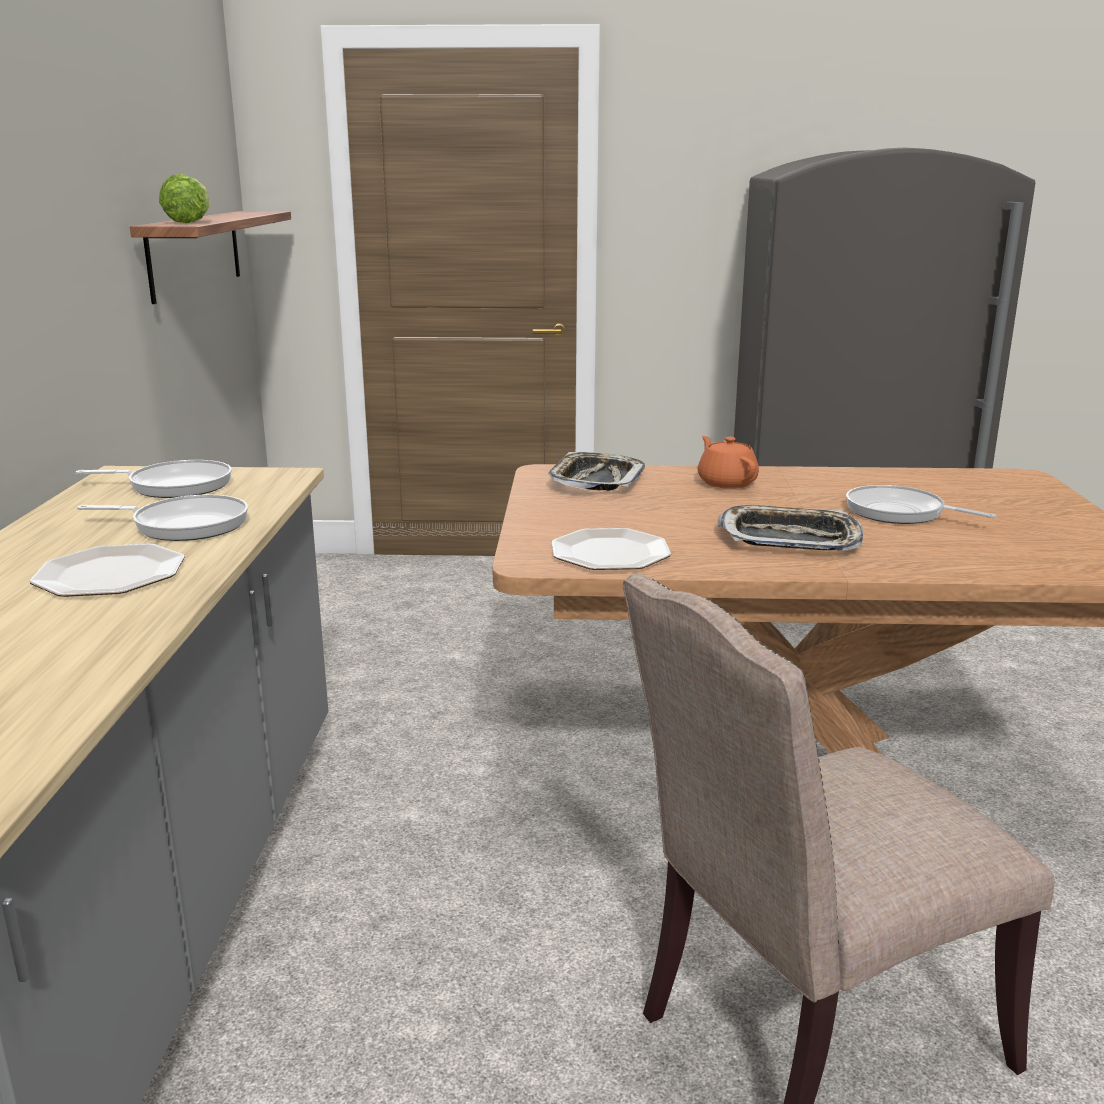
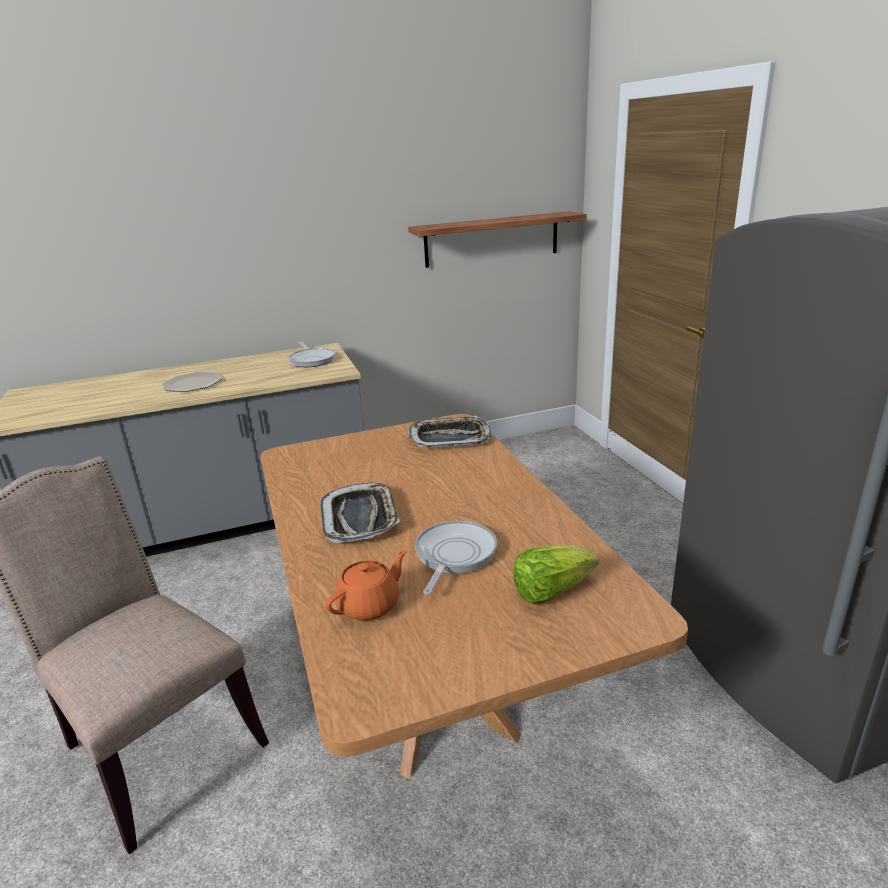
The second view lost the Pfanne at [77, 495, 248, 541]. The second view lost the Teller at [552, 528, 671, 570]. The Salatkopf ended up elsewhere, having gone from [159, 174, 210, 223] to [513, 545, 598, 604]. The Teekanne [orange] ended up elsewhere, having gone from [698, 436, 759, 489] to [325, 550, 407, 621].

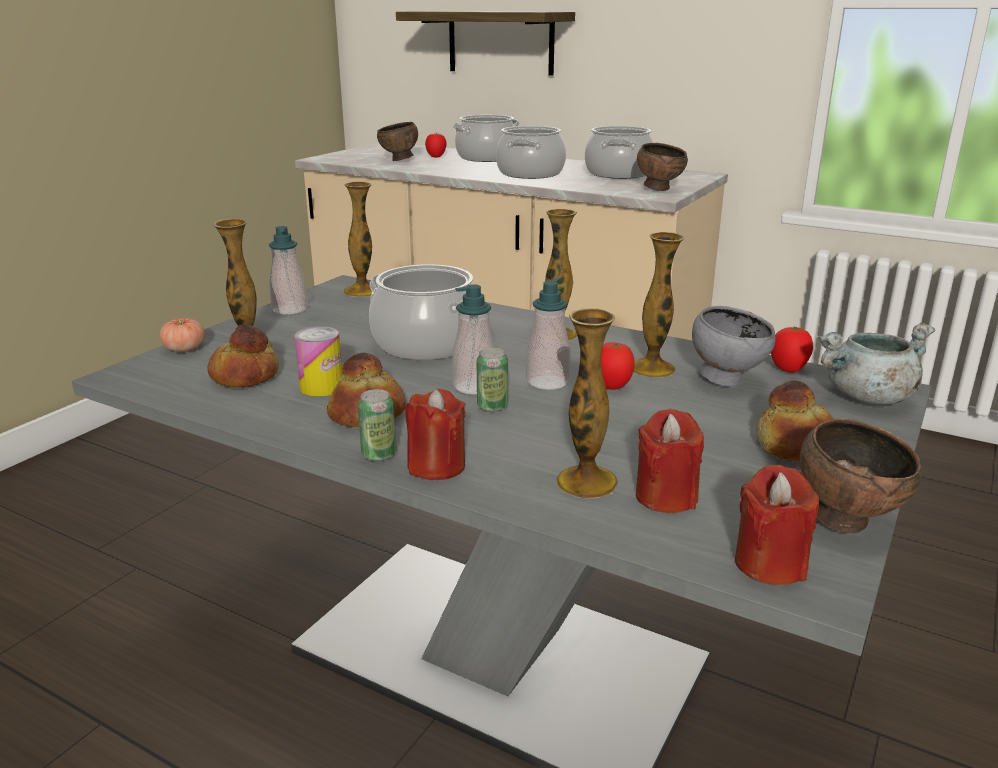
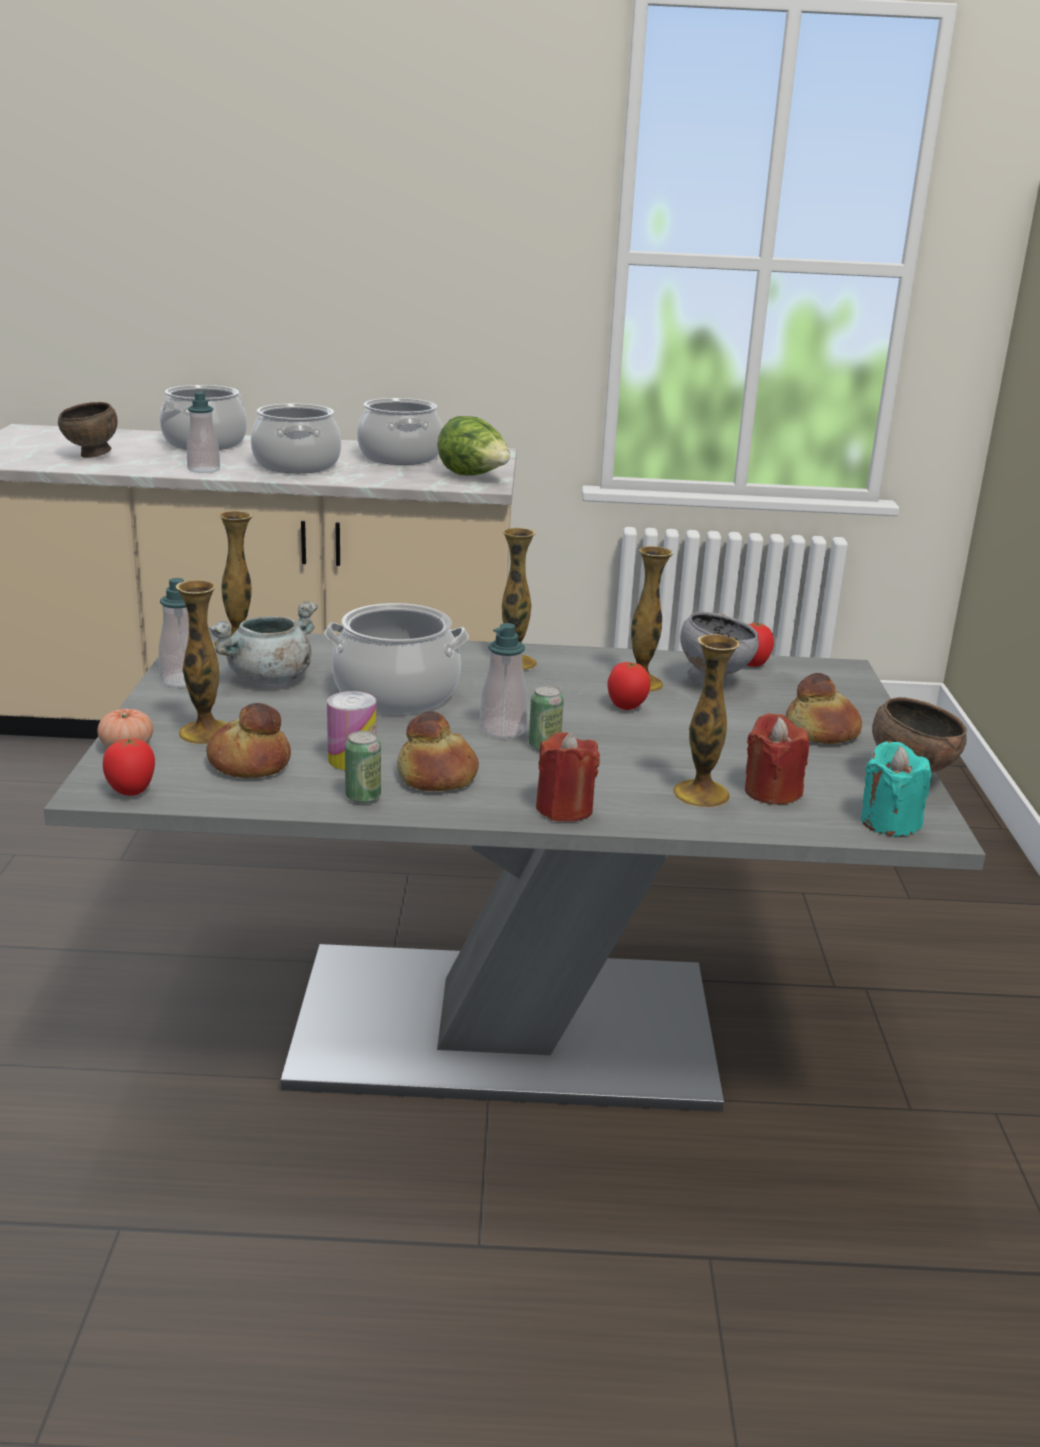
The second view lost the Wandregal at [396, 11, 575, 76]. The Dose ended up elsewhere, having gone from [358, 389, 396, 461] to [345, 731, 381, 803]. The Tomate ended up elsewhere, having gone from [425, 133, 447, 158] to [103, 737, 155, 796]. The Seifenspender ended up elsewhere, having gone from [526, 278, 571, 390] to [187, 391, 220, 473]. The Kochtopf [grau] ended up elsewhere, having gone from [818, 323, 935, 405] to [208, 601, 318, 684]. Where the Schüssel [braun] stood at [637, 143, 688, 191], the Salatkopf came to stand at [437, 416, 510, 475]. What was the Kerze [rot] at [735, 465, 819, 585] turned into the Kerze [türkis] at [861, 741, 932, 836].

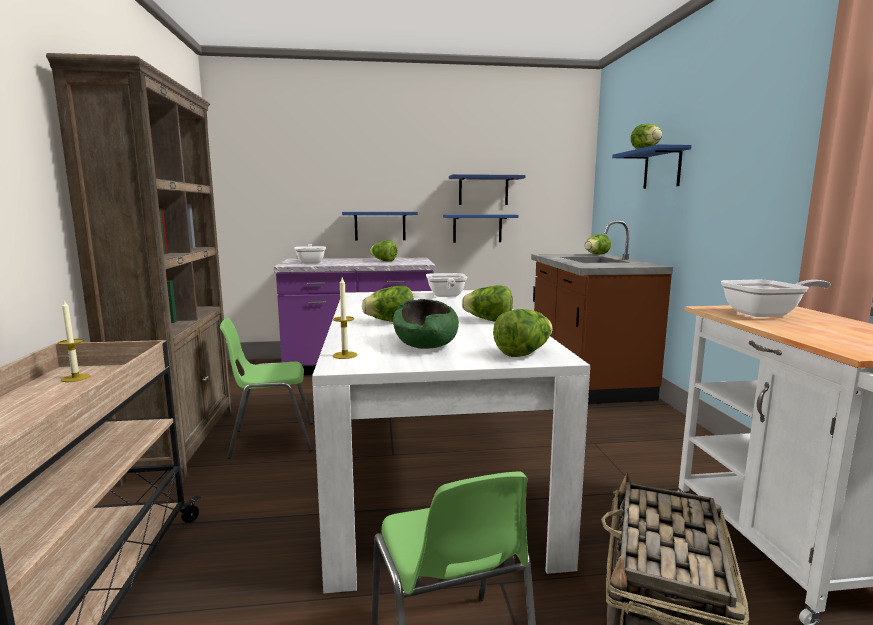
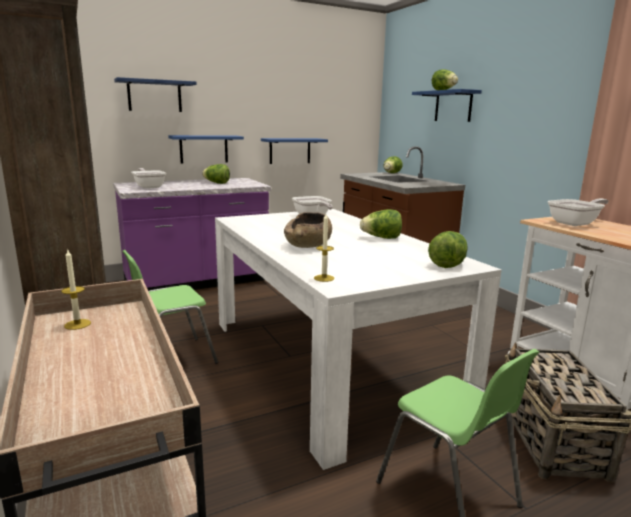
The second view lost the Schüssel [grün] at [393, 299, 459, 349]. The Wandregal [blau] ended up elsewhere, having gone from [449, 174, 526, 205] to [114, 77, 197, 112]. Where the Salatkopf stood at [362, 286, 414, 322], the Schüssel [braun] came to stand at [284, 212, 332, 248].

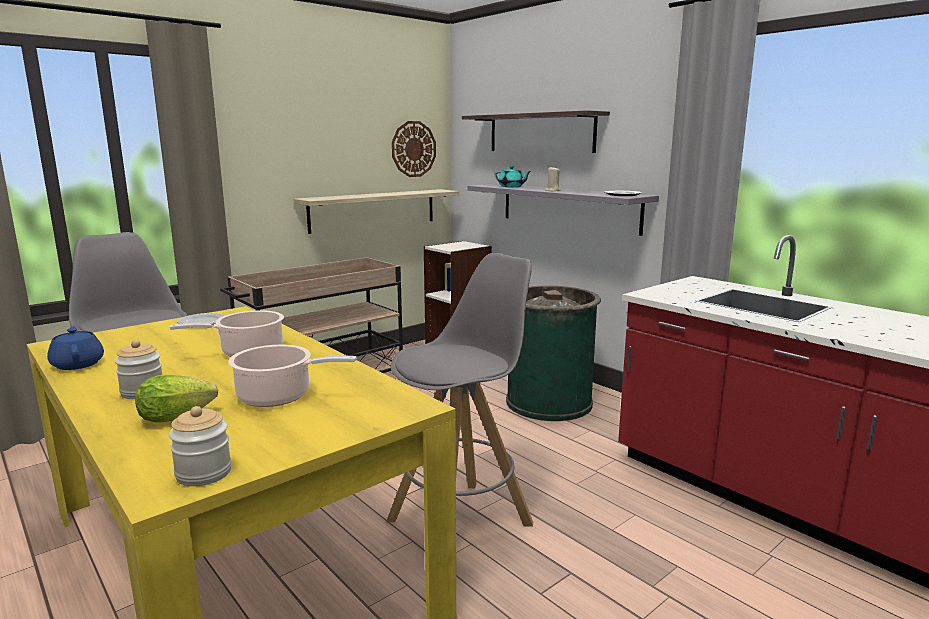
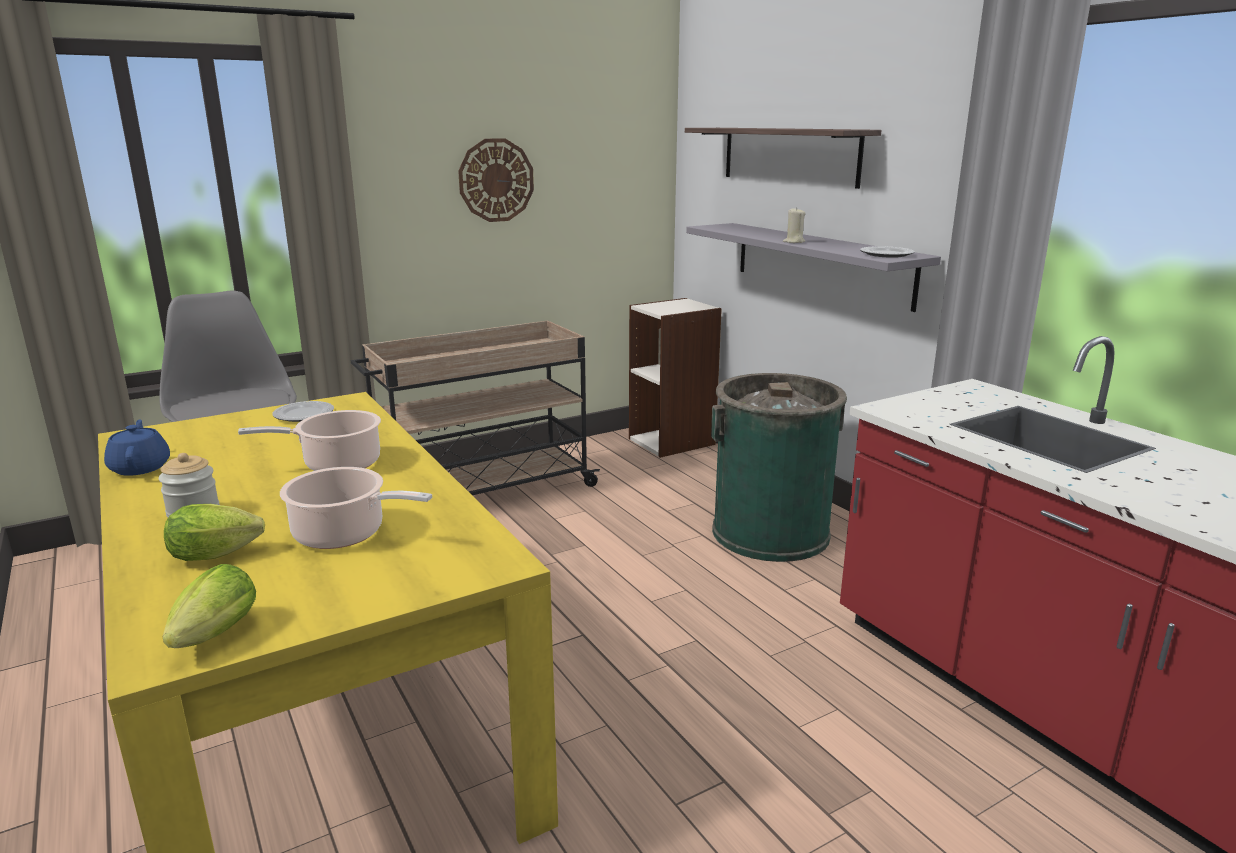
The second view lost the Wandregal at [293, 189, 460, 234]. The second view lost the Hocker [grau] at [386, 253, 533, 527]. The second view lost the Teekanne [türkis] at [495, 166, 531, 187]. The Wanduhr ended up elsewhere, having gone from [392, 121, 436, 177] to [458, 138, 534, 222]. Where the Vorratsglas stood at [169, 406, 232, 486], the Salatkopf came to stand at [163, 564, 256, 648].

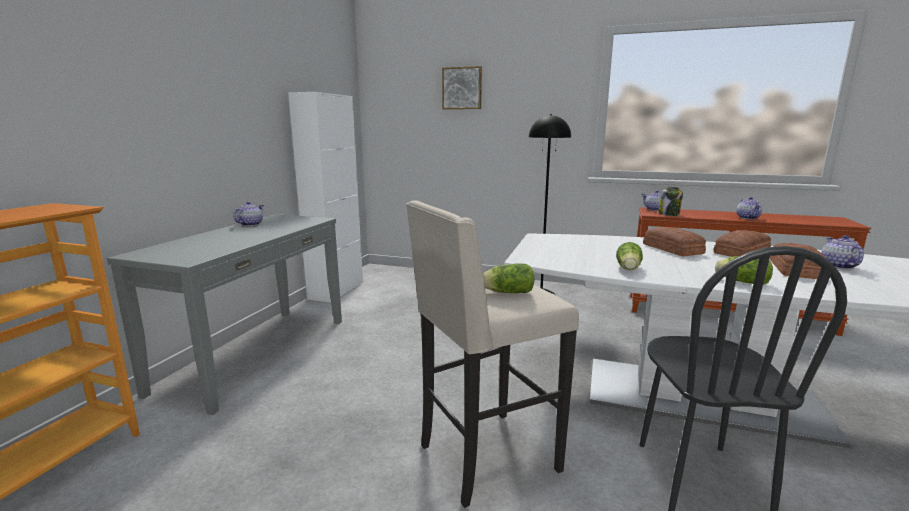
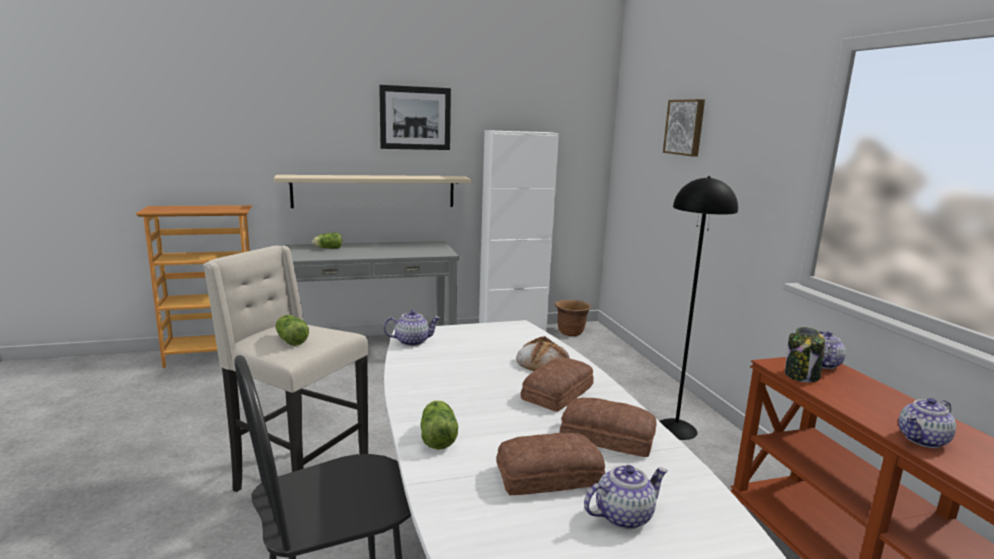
The second view gained the Wandregal [beige] at [274, 175, 471, 208]. The second view gained the Bild at [379, 85, 451, 150]. The second view gained the Brot at [516, 336, 569, 371]. The second view gained the Pflanzkübel [braun] at [555, 300, 591, 336]. The Teekanne ended up elsewhere, having gone from [233, 202, 264, 226] to [383, 310, 440, 346]. The Salatkopf ended up elsewhere, having gone from [616, 242, 643, 270] to [312, 233, 342, 249].

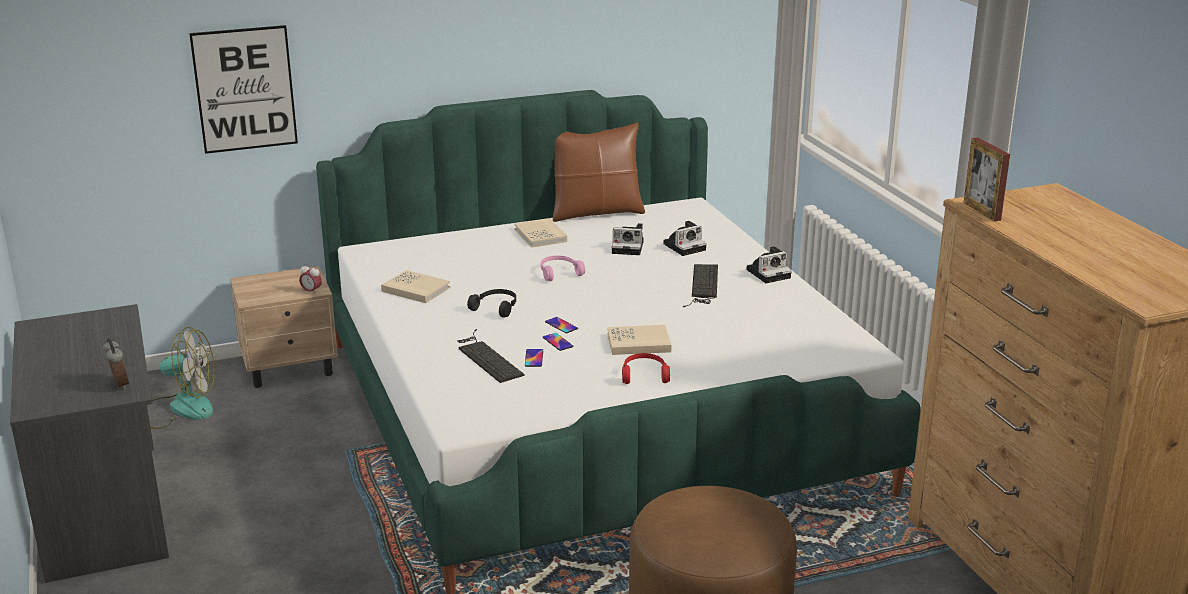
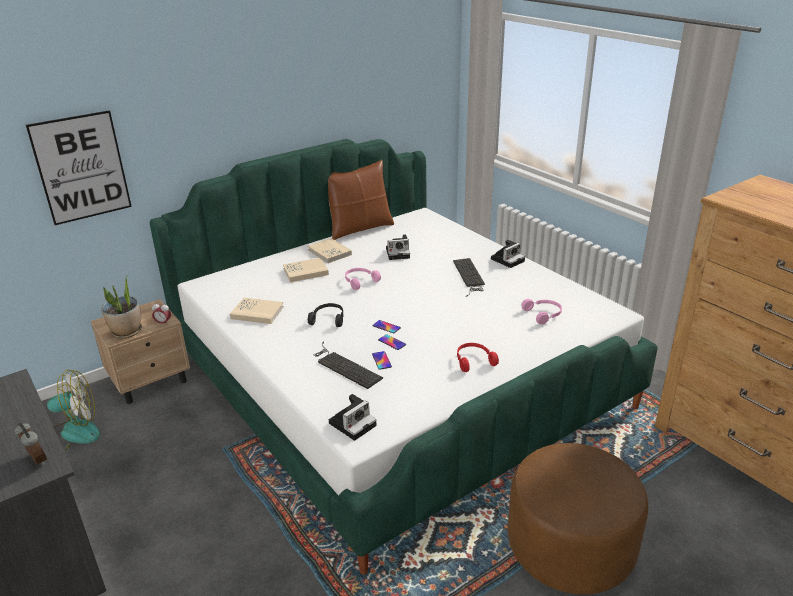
The second view lost the Bilderrahmen at [964, 138, 1010, 221]. The second view gained the Topfpflanze at [101, 275, 142, 338]. The second view gained the Kopfhörer [rosa] at [521, 299, 562, 324]. The Buch [beige] ended up elsewhere, having gone from [607, 325, 671, 355] to [283, 258, 329, 282]. The Kamera ended up elsewhere, having gone from [663, 221, 706, 256] to [329, 394, 376, 441].

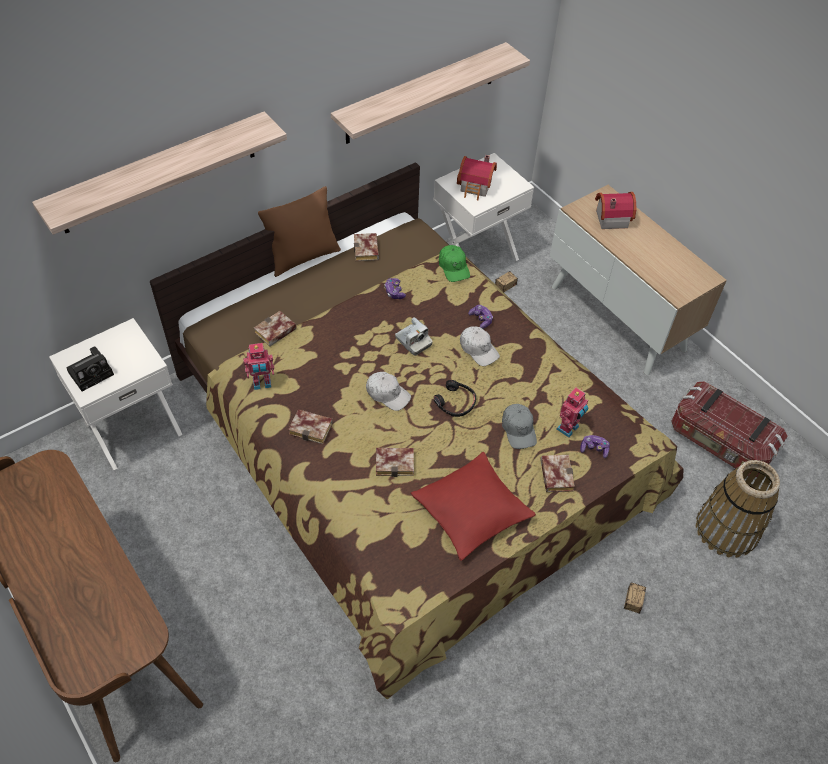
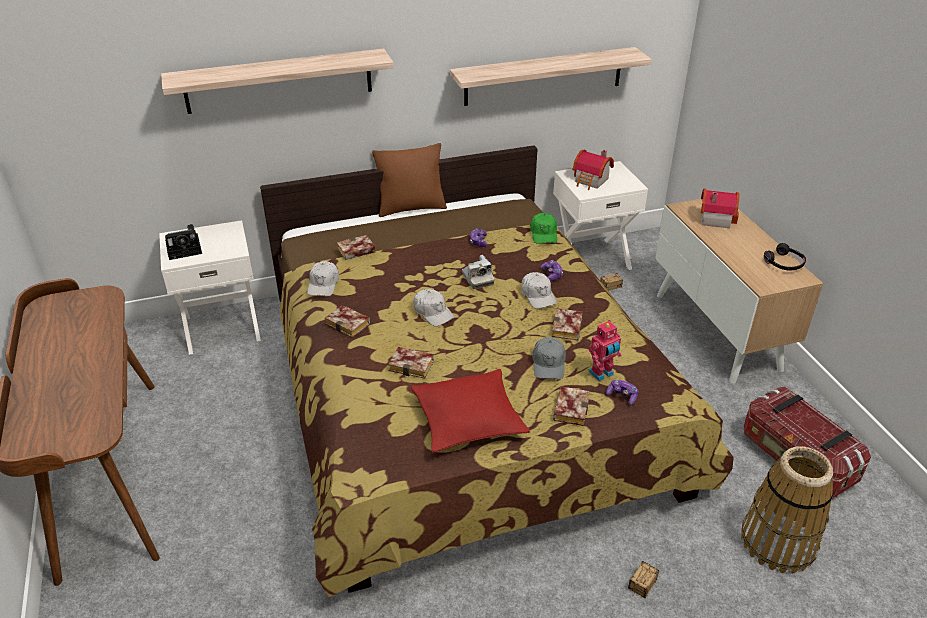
The Buch ended up elsewhere, having gone from [354, 233, 379, 261] to [552, 308, 583, 340]. The Kopfhörer [schwarz] ended up elsewhere, having gone from [434, 380, 476, 417] to [764, 243, 806, 270]. Where the Spielzeugroboter stood at [243, 343, 274, 390], the Kappe [weiß] came to stand at [307, 261, 339, 296].

